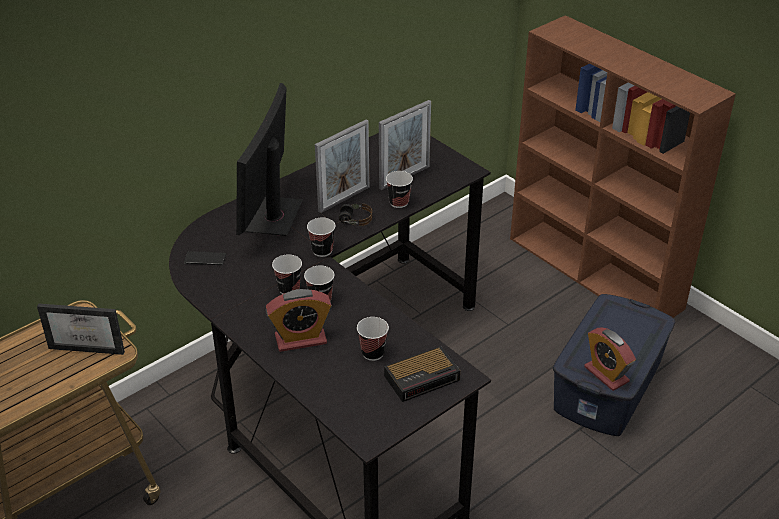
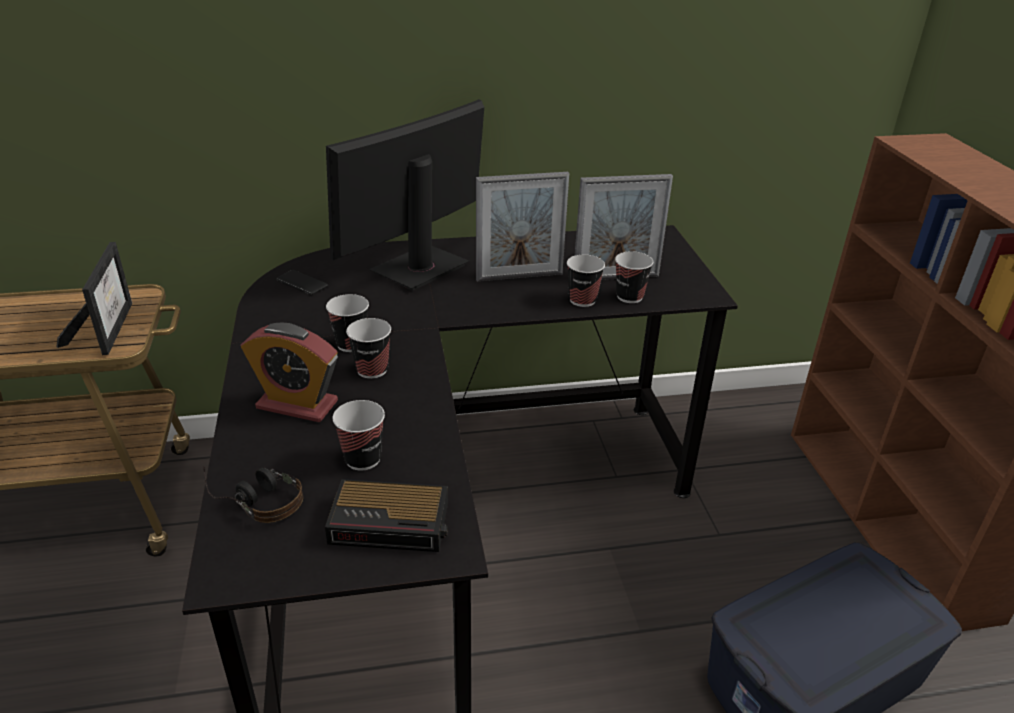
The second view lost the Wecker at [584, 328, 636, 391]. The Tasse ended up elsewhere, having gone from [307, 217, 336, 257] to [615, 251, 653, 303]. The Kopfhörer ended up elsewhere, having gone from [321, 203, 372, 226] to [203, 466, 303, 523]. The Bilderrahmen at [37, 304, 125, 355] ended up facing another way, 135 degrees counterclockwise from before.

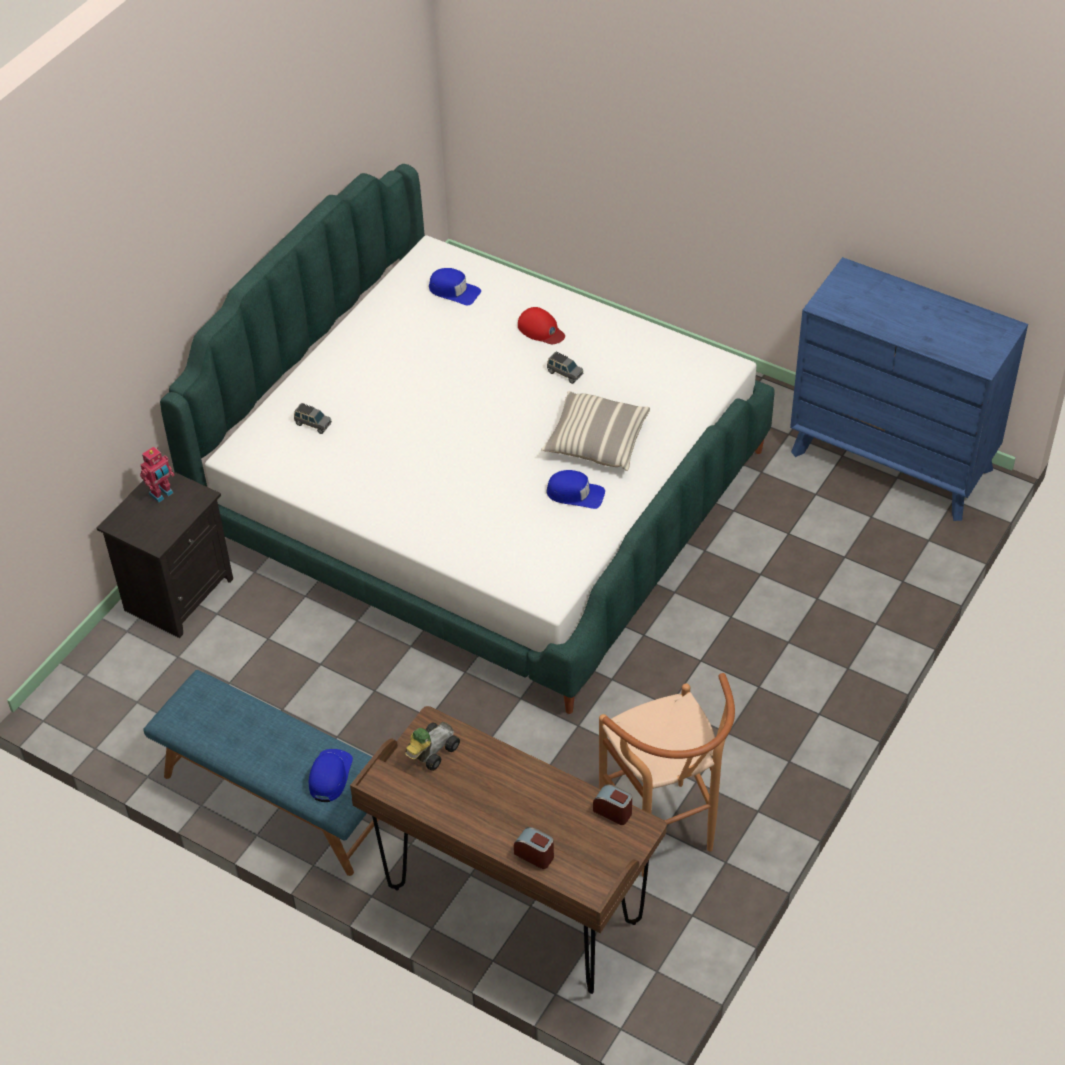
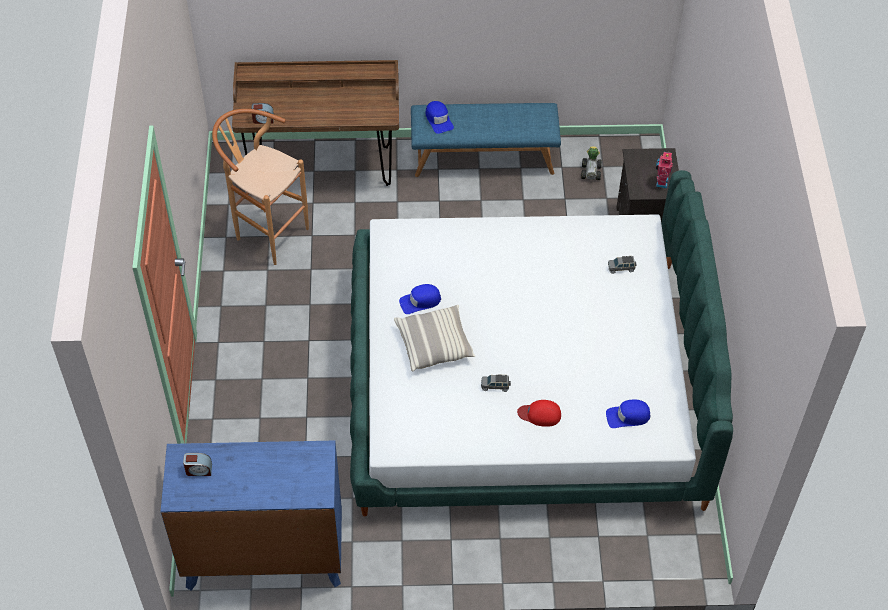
The Spielzeugauto ended up elsewhere, having gone from [405, 722, 460, 771] to [581, 146, 602, 180]. The Wecker ended up elsewhere, having gone from [514, 827, 554, 869] to [183, 453, 212, 476].

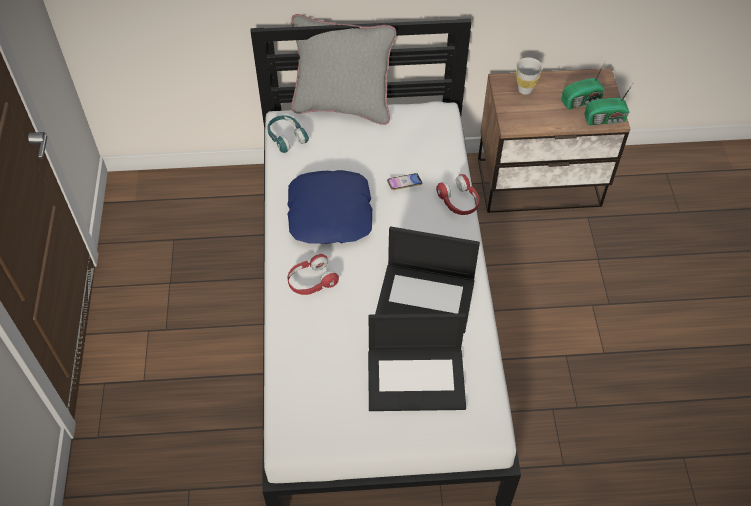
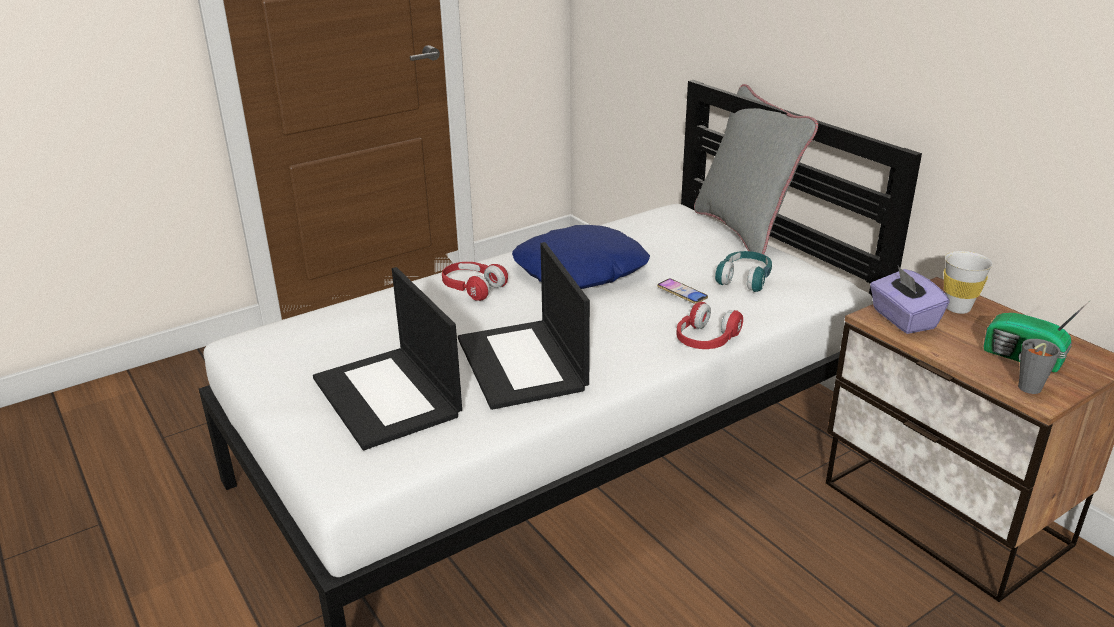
The second view gained the Taschentuchbox [lila] at [870, 266, 949, 334]. The Kopfhörer [türkis] ended up elsewhere, having gone from [267, 115, 309, 153] to [715, 251, 772, 292]. Where the Radio stood at [584, 82, 634, 125], the Tasse [grau] came to stand at [1018, 339, 1060, 394].

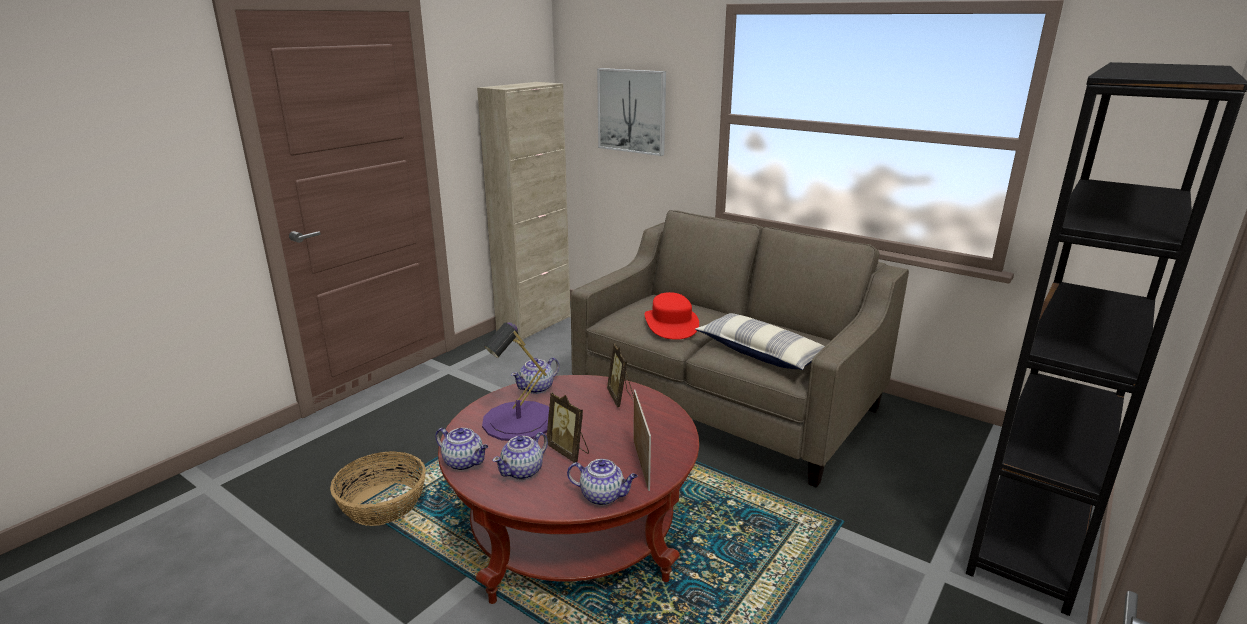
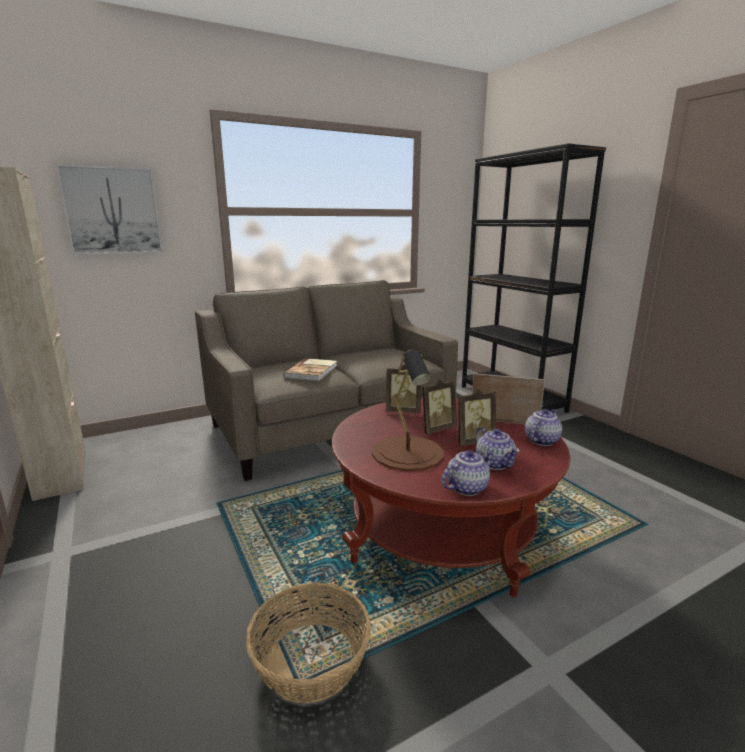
The second view lost the Teekanne at [511, 358, 559, 394]. The second view lost the Kissen at [695, 313, 825, 370]. The second view gained the Bilderrahmen at [419, 379, 457, 435]. Where the Hut [rot] stood at [644, 292, 699, 340], the Buch came to stand at [283, 358, 337, 381]. What was the Tischlampe [lila] at [482, 322, 549, 441] turned into the Tischlampe [braun] at [372, 349, 444, 471].

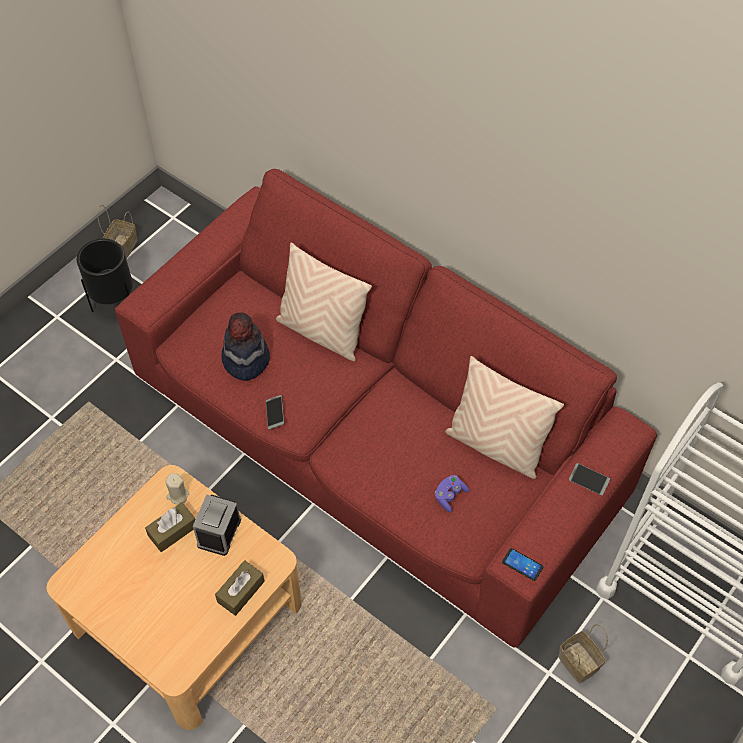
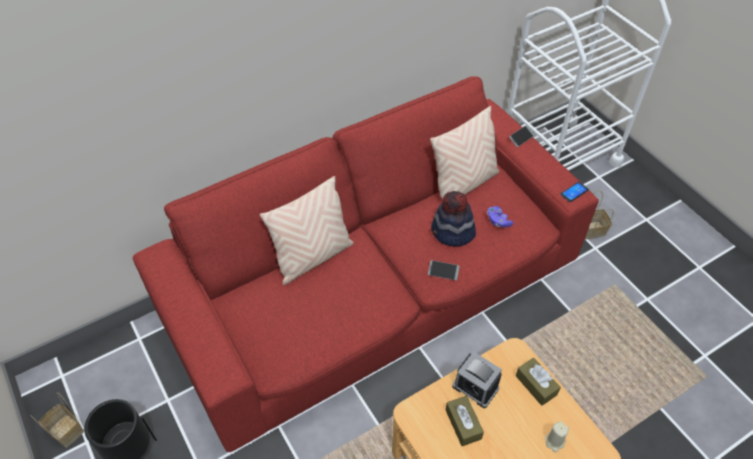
The Kerze [beige] ended up elsewhere, having gone from [165, 473, 189, 505] to [545, 422, 569, 452]. The Hut ended up elsewhere, having gone from [221, 312, 270, 381] to [431, 191, 476, 246]. The Handy ended up elsewhere, having gone from [266, 395, 284, 429] to [428, 260, 460, 280].

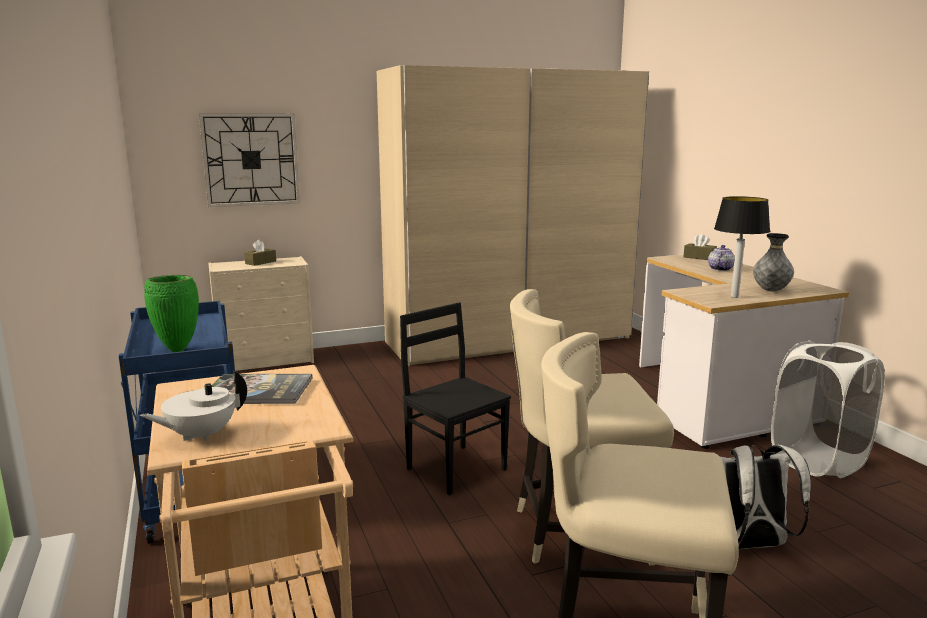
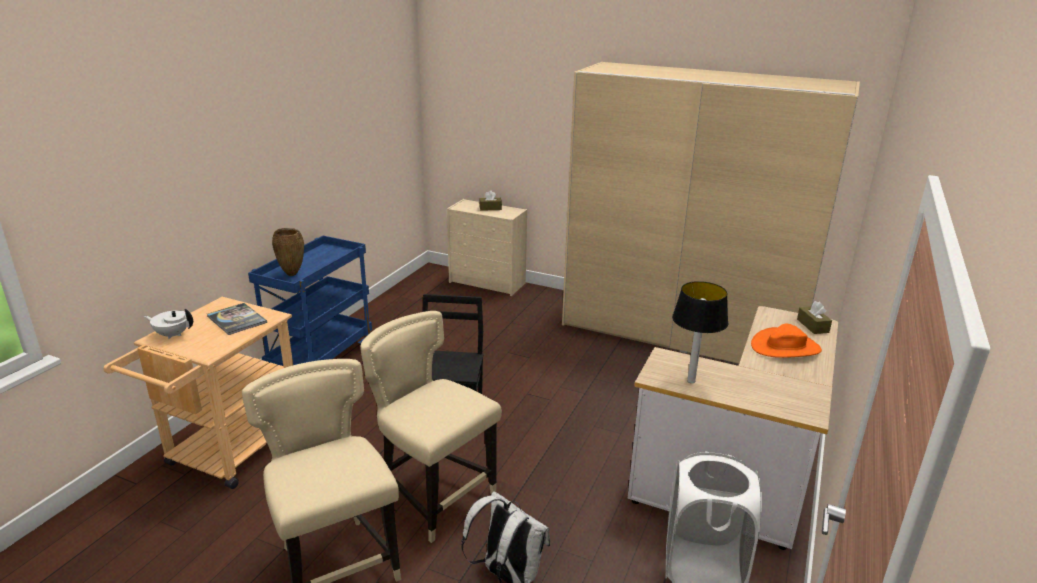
The second view lost the Wanduhr at [199, 113, 300, 207]. The second view lost the Vase [grau] at [753, 233, 794, 291]. Where the Teekanne stood at [708, 245, 735, 271], the Hut [orange] came to stand at [751, 323, 822, 358]. What was the Vase [grün] at [144, 275, 199, 352] turned into the Vase [braun] at [272, 228, 304, 276].

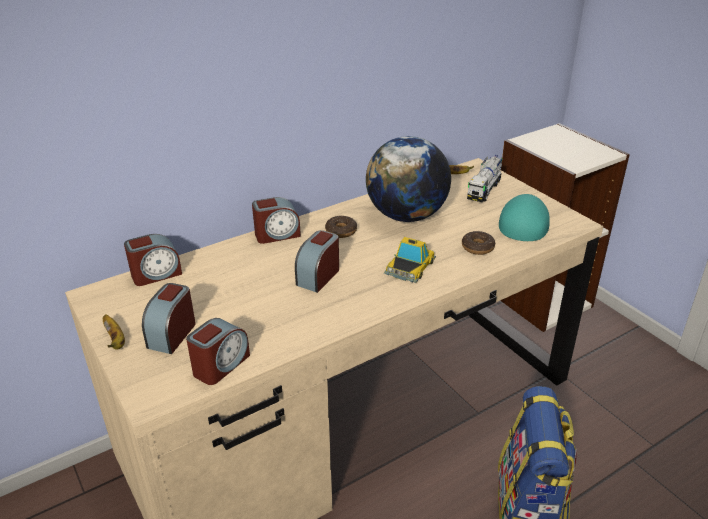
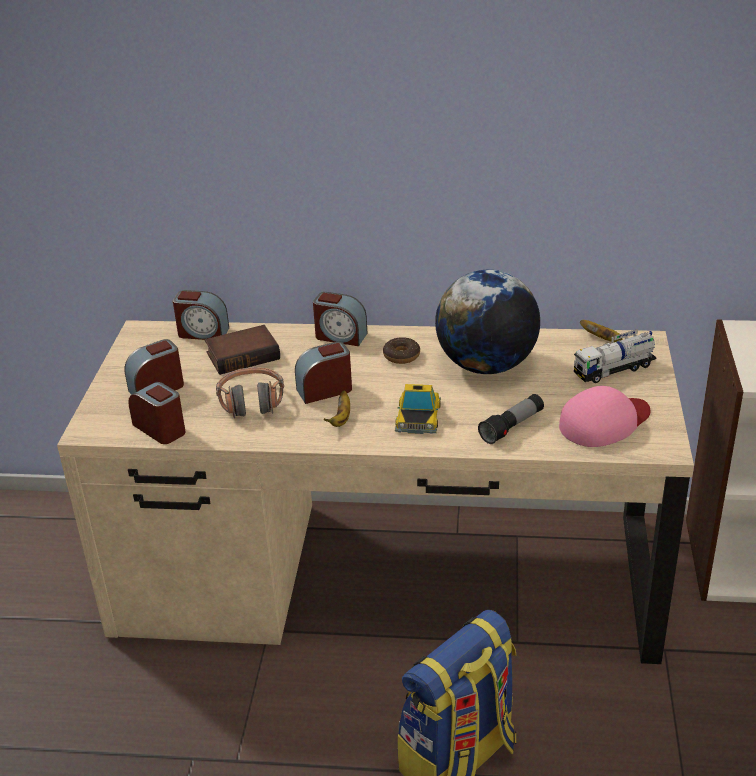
The second view gained the Buch at [205, 325, 280, 375]. The second view gained the Kopfhörer at [216, 367, 284, 418]. The Banane ended up elsewhere, having gone from [103, 315, 125, 350] to [324, 390, 350, 427]. Where the Donut stood at [462, 231, 495, 255], the Taschenlampe came to stand at [478, 394, 544, 444]. What was the Kappe [türkis] at [499, 194, 550, 241] turned into the Kappe [rosa] at [559, 386, 650, 447]. The Wecker at [186, 318, 250, 385] ended up facing another way, 120 degrees counterclockwise from before. The Spielzeugauto at [384, 237, 436, 283] ended up facing another way, 60 degrees counterclockwise from before.

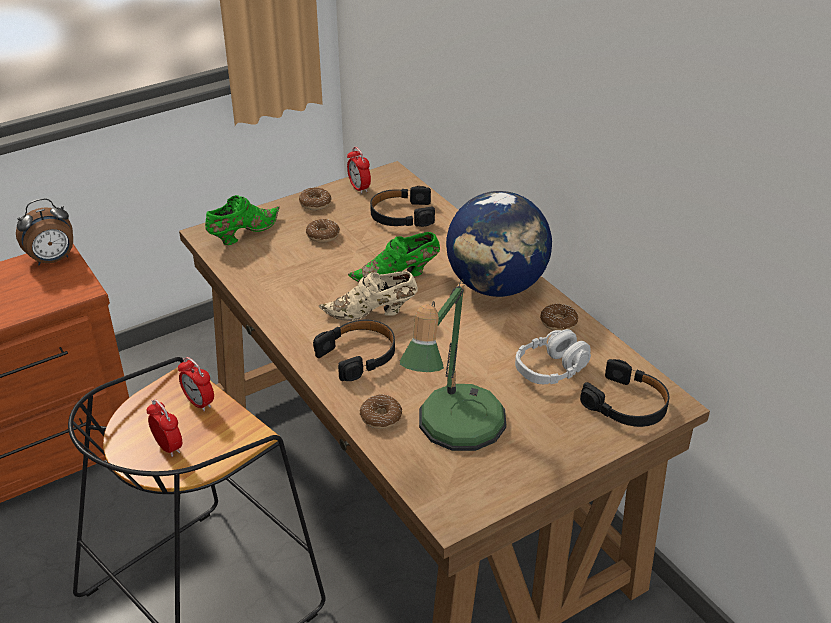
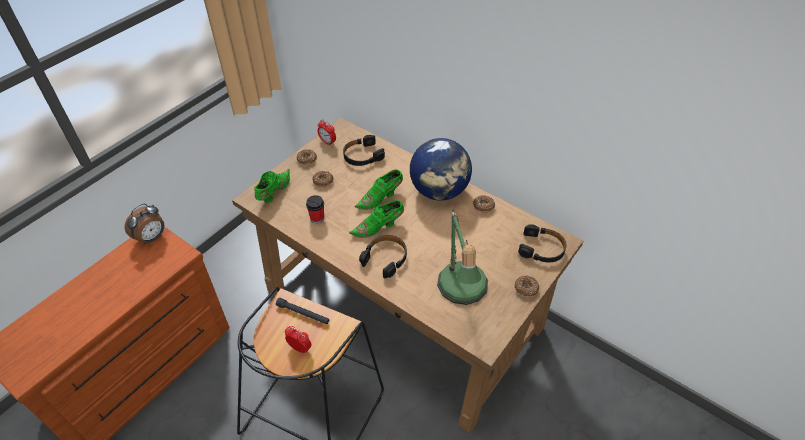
The second view lost the Kopfhörer [grau] at [515, 329, 591, 384]. The second view gained the Tasse at [306, 195, 324, 223]. The Donut ended up elsewhere, having gone from [360, 394, 402, 429] to [515, 275, 539, 297]. Where the Wecker stood at [178, 357, 214, 411], the Taschenlampe [schwarz] came to stand at [276, 298, 329, 324]. What was the Schuh [beige] at [319, 271, 418, 321] turned into the Schuh [grün] at [349, 200, 404, 238].

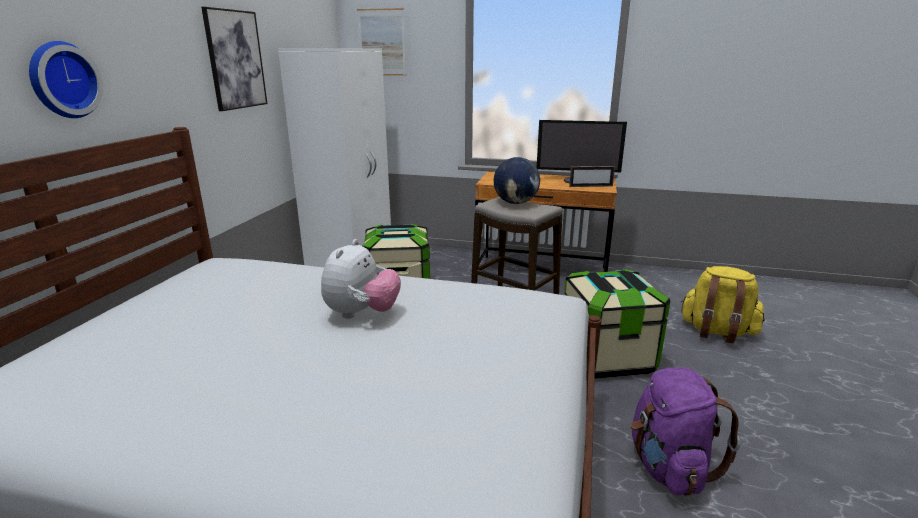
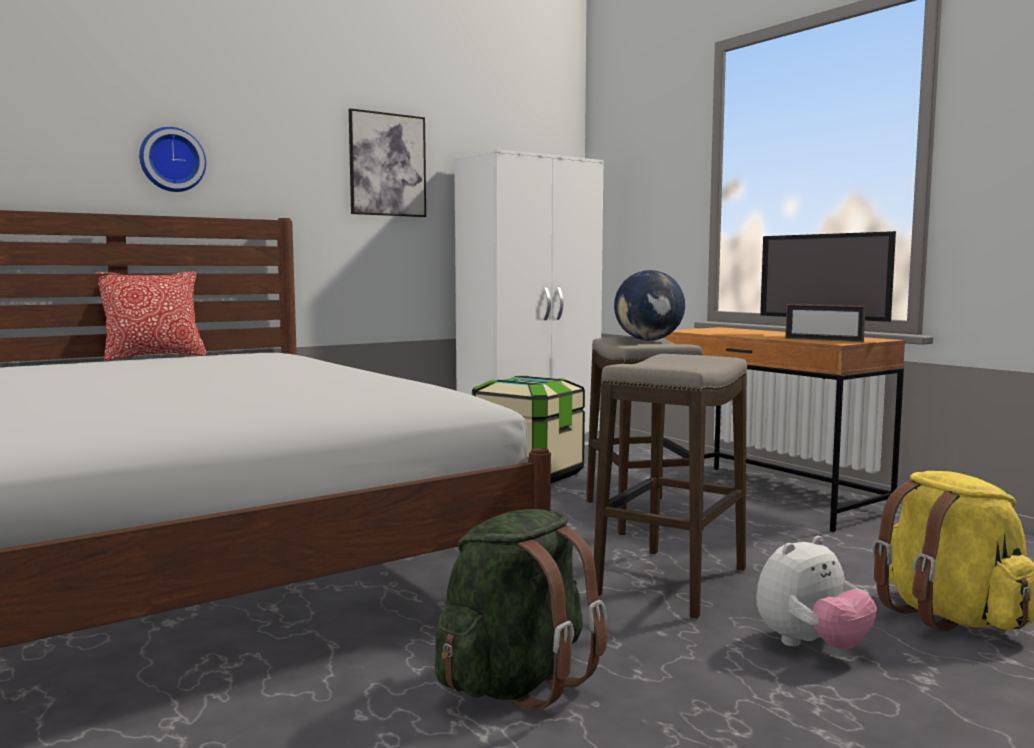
The second view lost the Bild at [357, 8, 406, 76]. The second view gained the Kissen at [96, 271, 206, 361]. The Plüschtier ended up elsewhere, having gone from [321, 239, 401, 319] to [756, 536, 877, 650]. Where the Aufbewahrungsbox stood at [564, 269, 670, 379], the Hocker came to stand at [594, 354, 747, 619]. What was the Rucksack [lila] at [630, 367, 740, 496] turned into the Rucksack [grün] at [435, 509, 607, 711].

